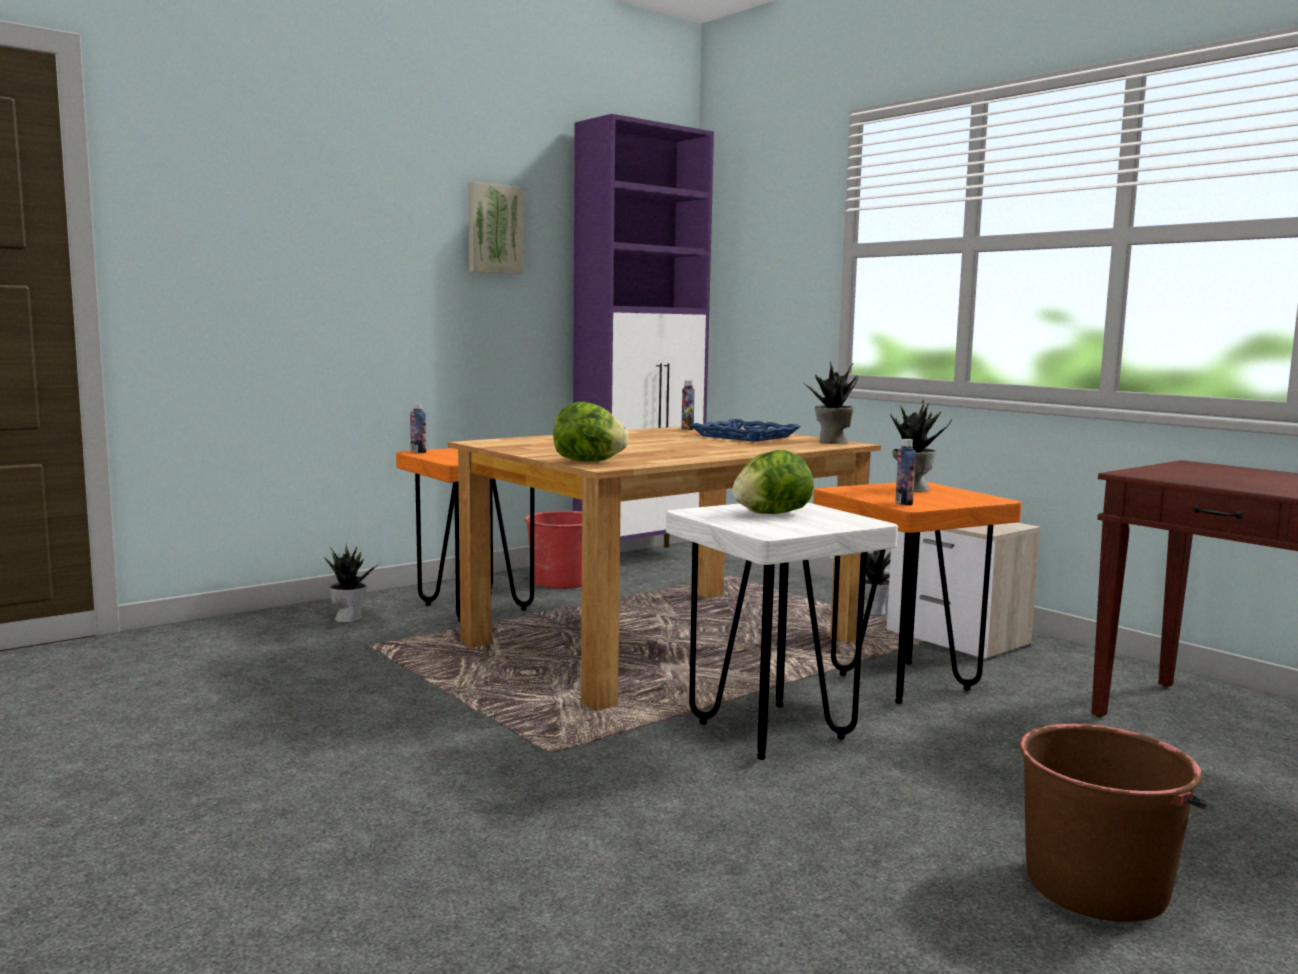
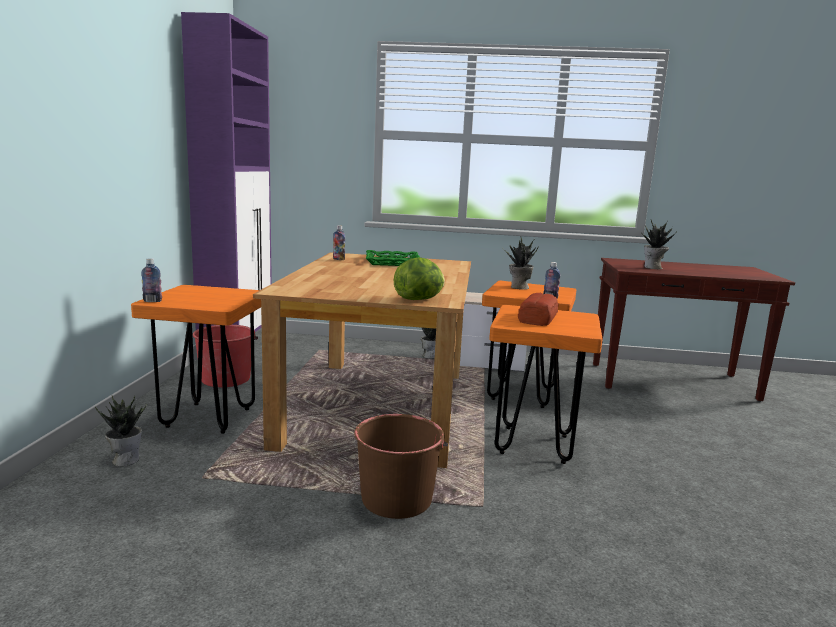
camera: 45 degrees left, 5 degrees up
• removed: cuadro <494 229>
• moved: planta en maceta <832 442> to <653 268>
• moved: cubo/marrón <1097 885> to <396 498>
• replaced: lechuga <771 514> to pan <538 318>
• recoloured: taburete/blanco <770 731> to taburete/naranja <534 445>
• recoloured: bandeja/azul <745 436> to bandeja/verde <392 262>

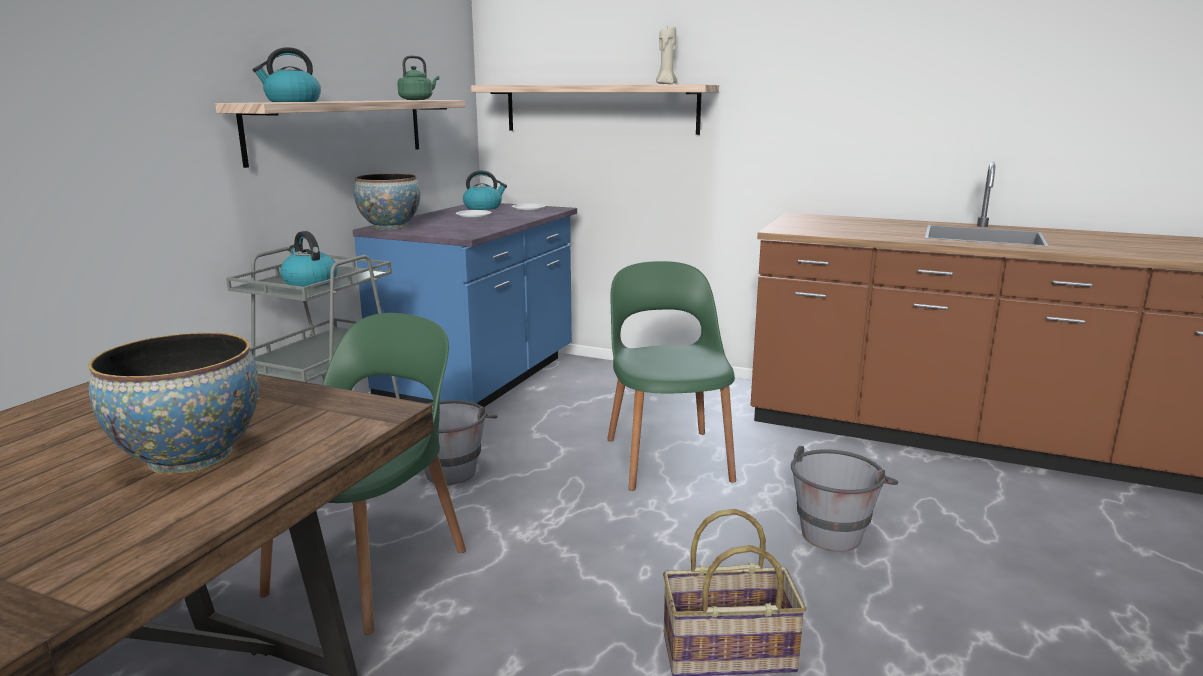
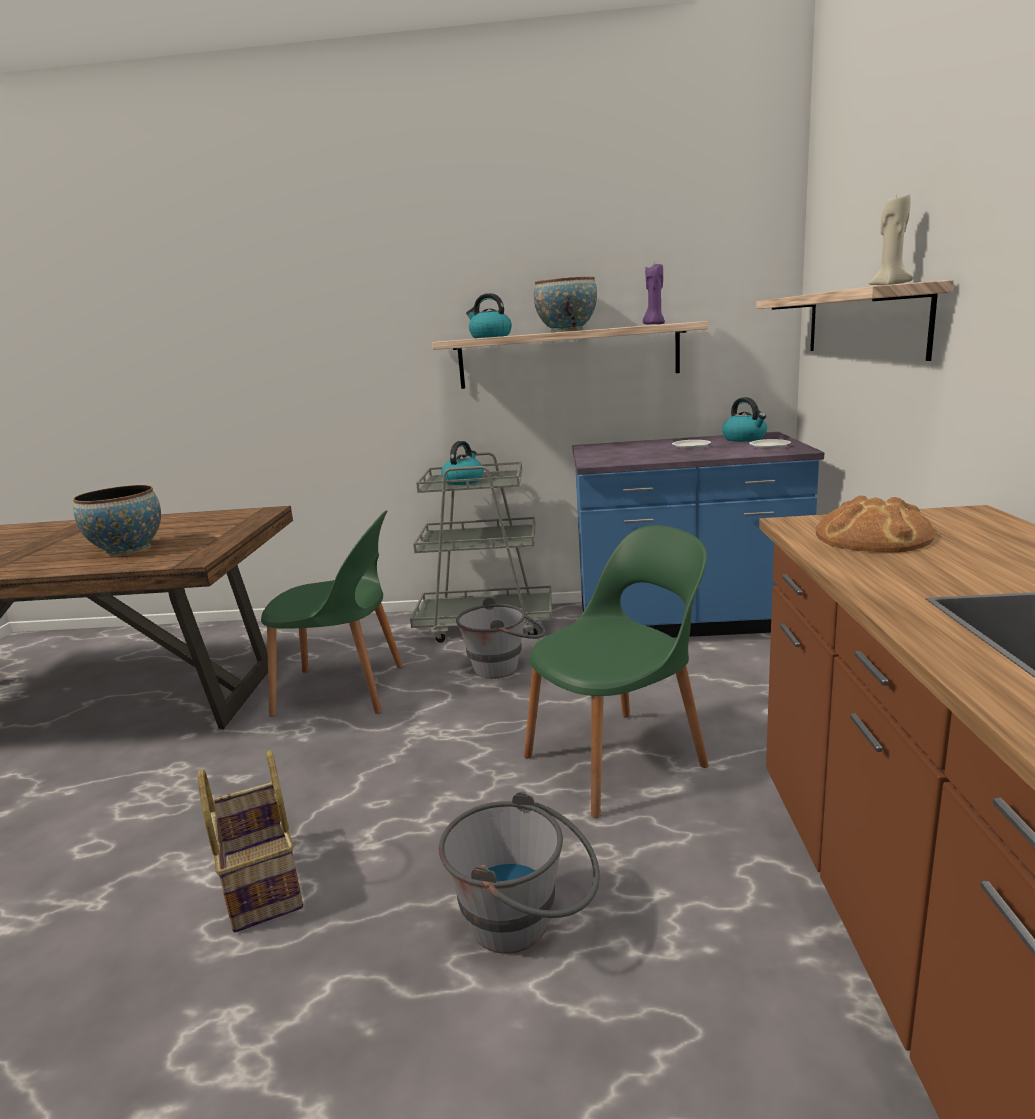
camera: 70 degrees right, 0 degrees up
• added: pan <873 537>
• moved: cuenco <390 227> to <567 331>
• replaced: hervidor/verde <417 100> to vela/morado <654 324>

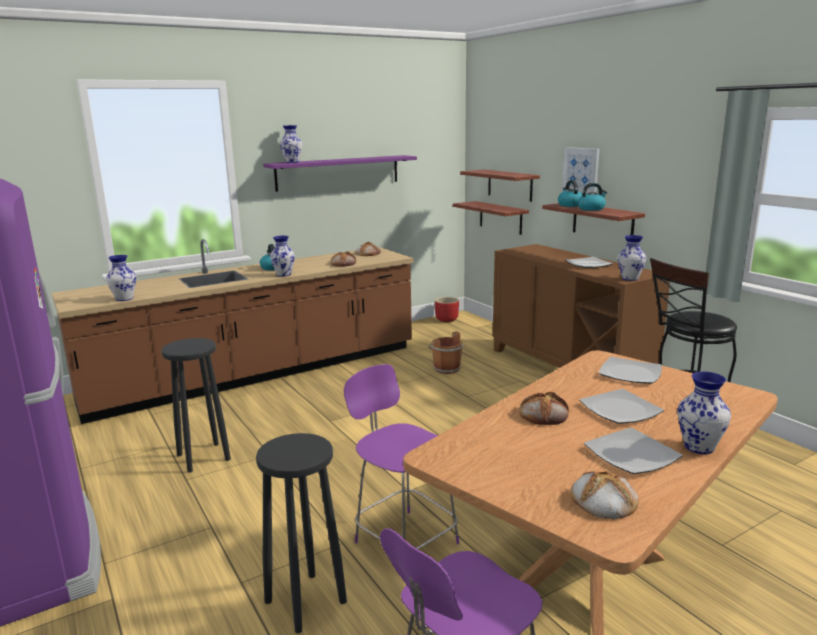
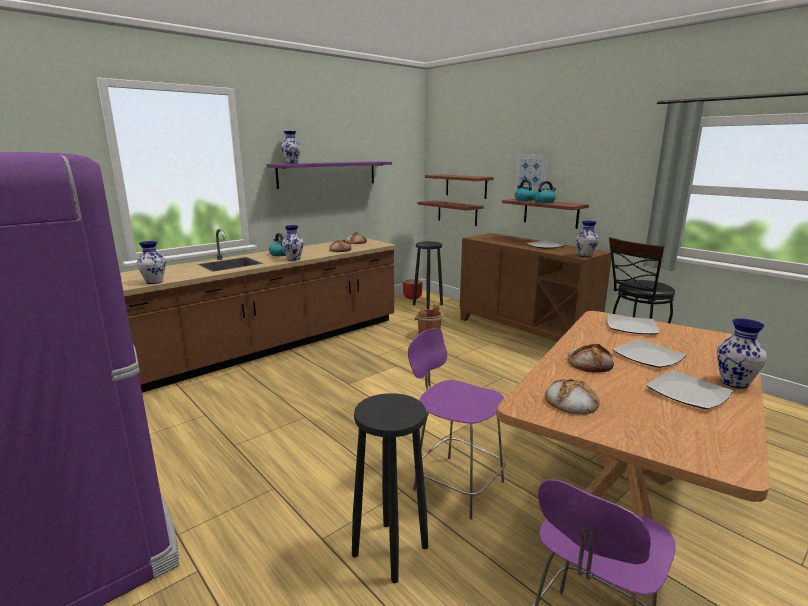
camera: 10 degrees left, 0 degrees up
• moved: taburete/negro <203 457> to <428 305>
• moved: pan <603 500> to <571 402>

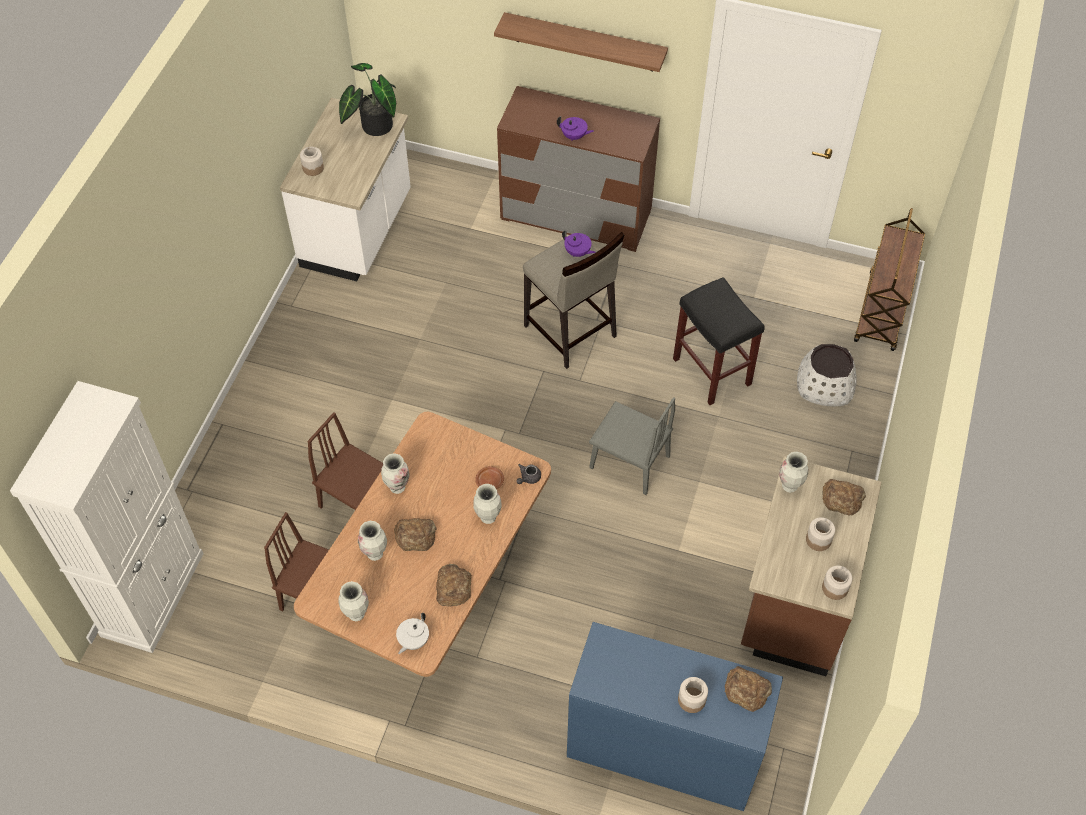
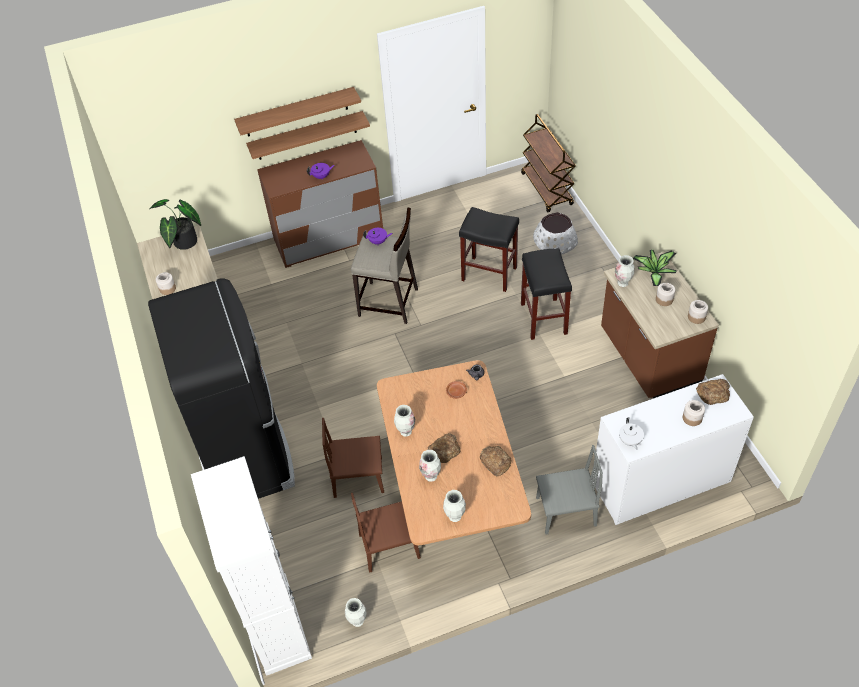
camera: 35 degrees left, 5 degrees down
• added: nevera/negro <247 454>
• added: estante <306 136>
• added: taburete/negro <544 319>
• moved: tetera/blanco <413 640> to <630 441>
• moved: florero <488 517> to <357 621>
• moved: silla/gris <629 462> to <565 511>
• replaced: pan <842 498> to planta en maceta <654 272>
• recoloured: cómoda/azul <663 750> to cómoda/blanco <660 483>

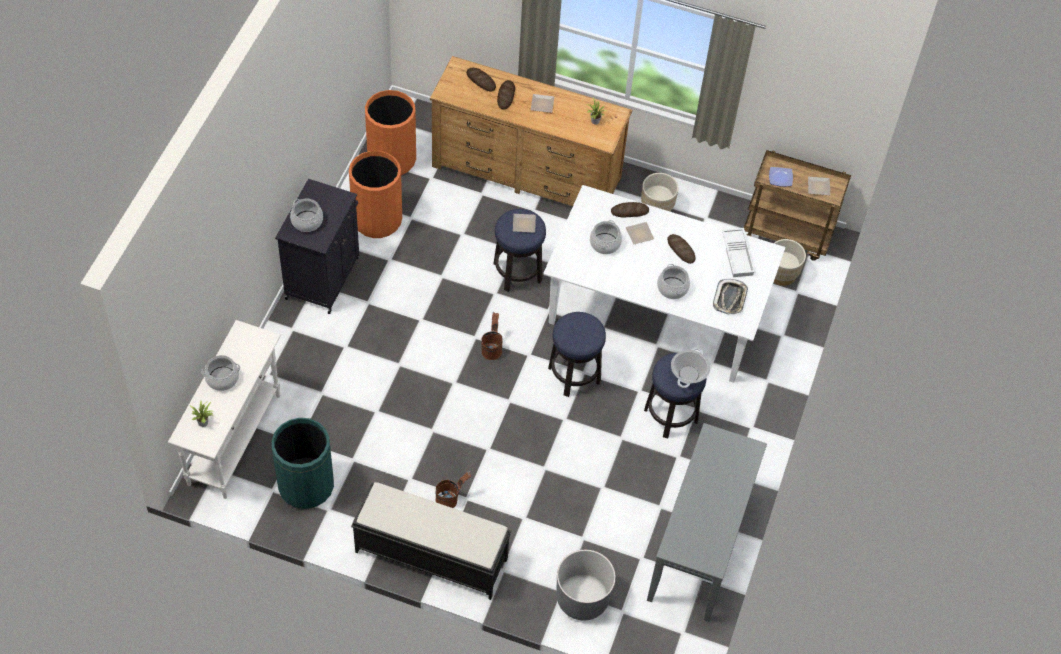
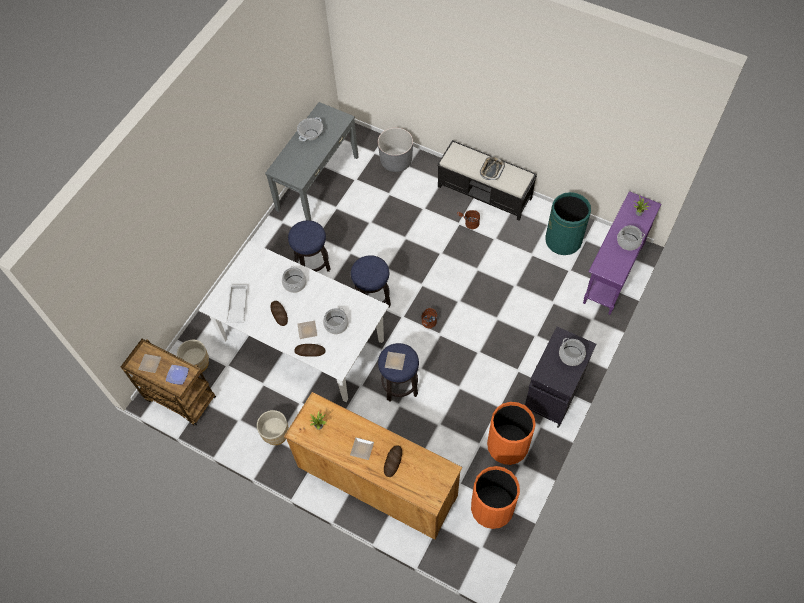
camera: 165 degrees left, 5 degrees up
• removed: pan <481 81>
• moved: olla <688 374> to <311 134>
• moved: bandeja <730 298> to <491 170>
• recoloured: mesa consola/blanco <235 439> to mesa consola/morado <612 275>

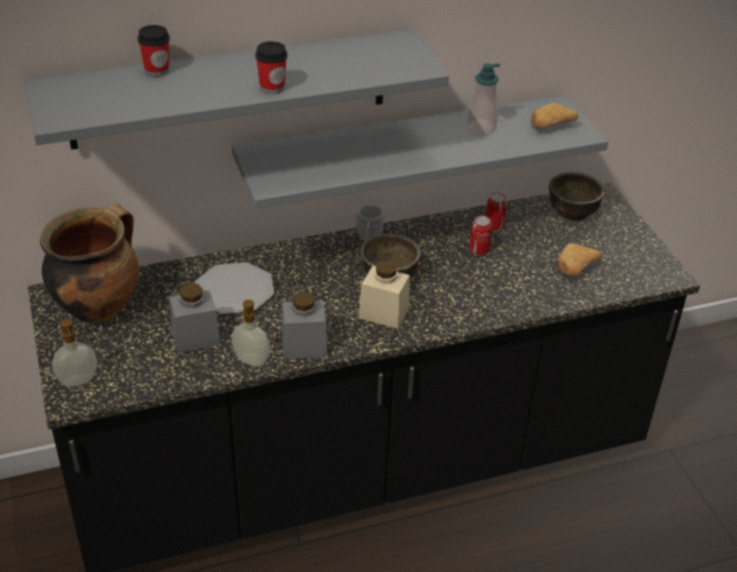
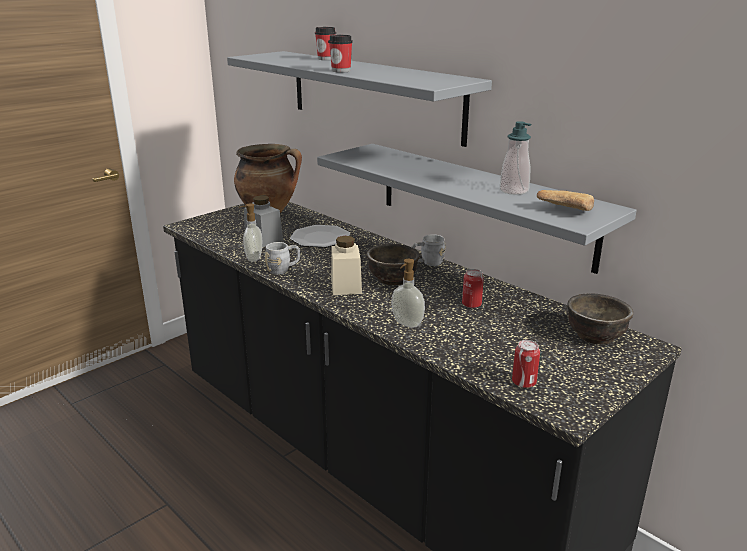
camera: 65 degrees right, 15 degrees down
• removed: pan <573 269>
• moved: dispensador de jabón <78 381> to <406 324>
• moved: lata <494 226> to <524 382>
• replaced: tarro/gris <304 345> to taza grande/gris <283 269>

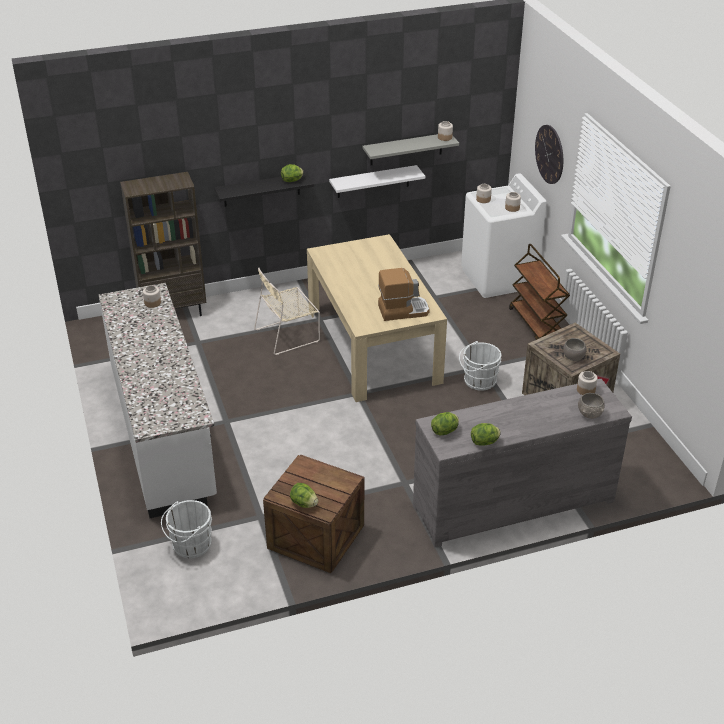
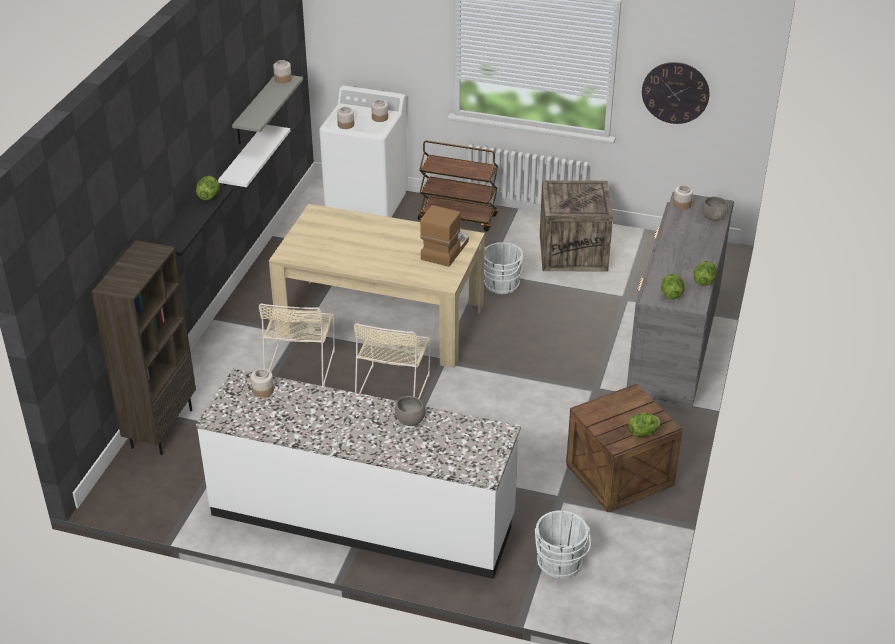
camera: 55 degrees left, 0 degrees up
• added: silla/beis <393 386>
• moved: reloj de pared <549 154> to <675 92>
• moved: cuenco/gris <573 356> to <409 420>

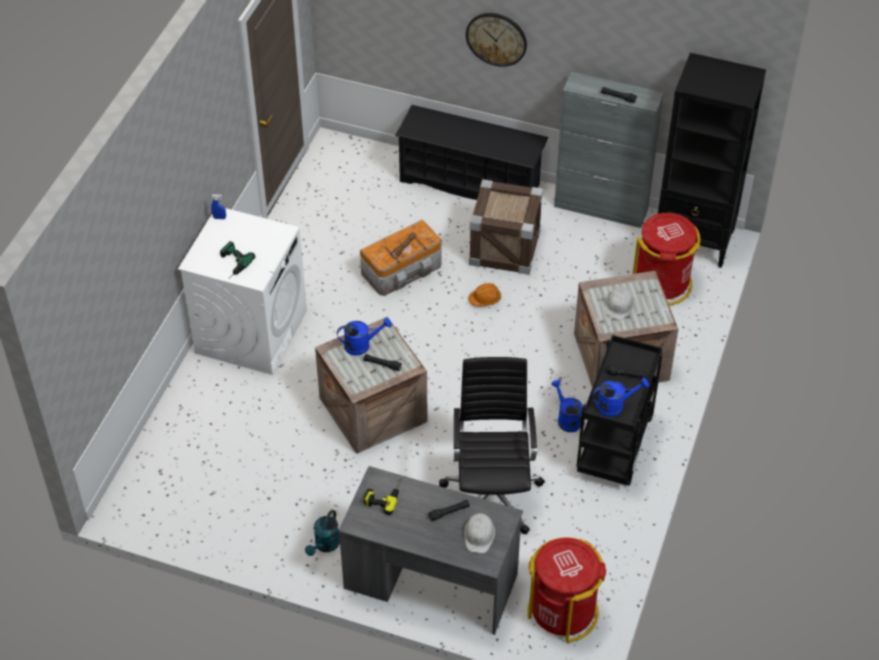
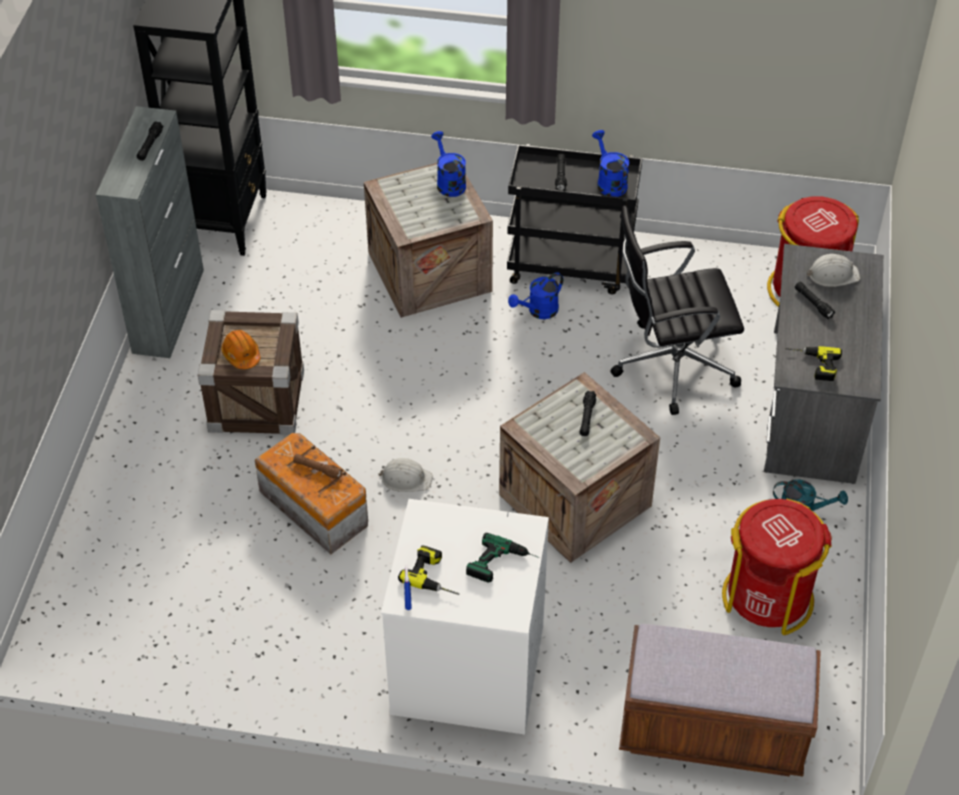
camera: 100 degrees left, 0 degrees up
• removed: zapatero/negro <470 183>
• removed: reloj de pared <496 39>
• added: taladro <435 575>
• added: banco/marrón <712 731>
• moved: regadera/azul <362 345> to <449 182>
• moved: casco/naranja <485 299> to <241 355>
• moved: casco/blanco <619 305> to <406 478>
• moved: papelera/rojo <662 284> to <768 597>

